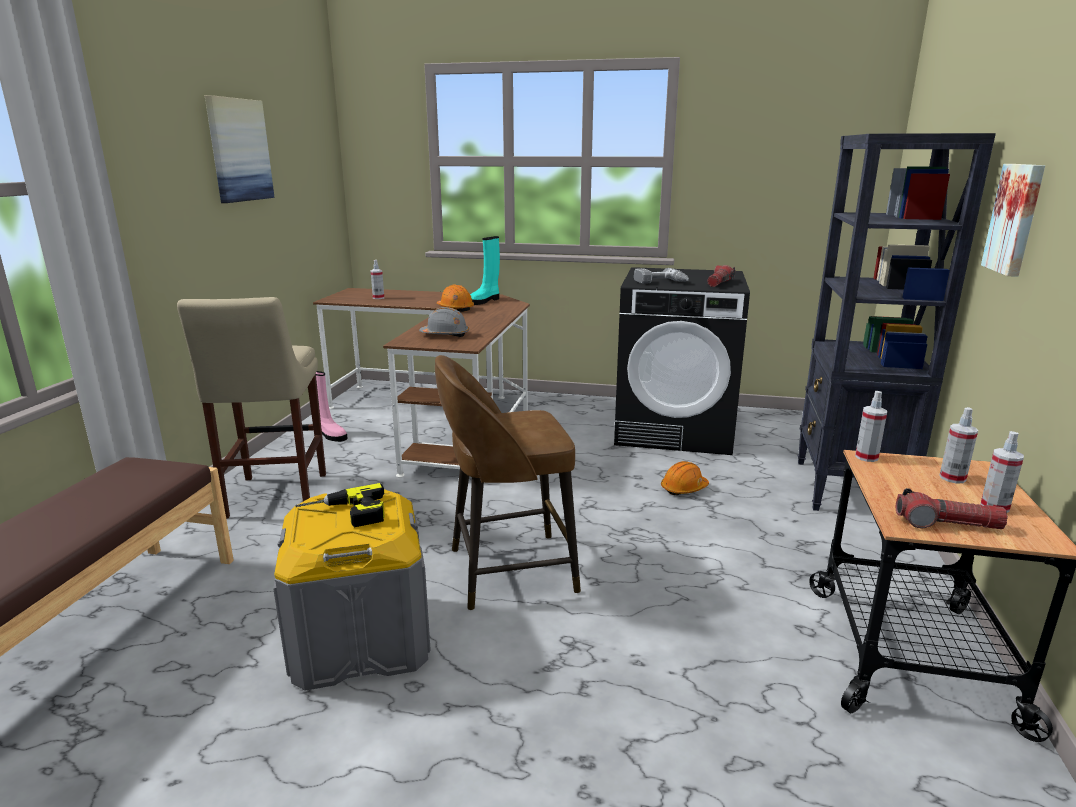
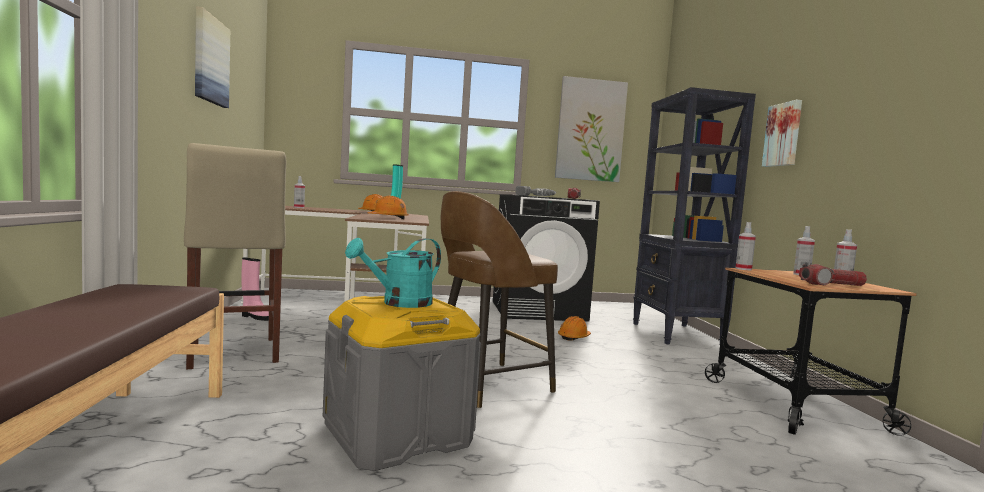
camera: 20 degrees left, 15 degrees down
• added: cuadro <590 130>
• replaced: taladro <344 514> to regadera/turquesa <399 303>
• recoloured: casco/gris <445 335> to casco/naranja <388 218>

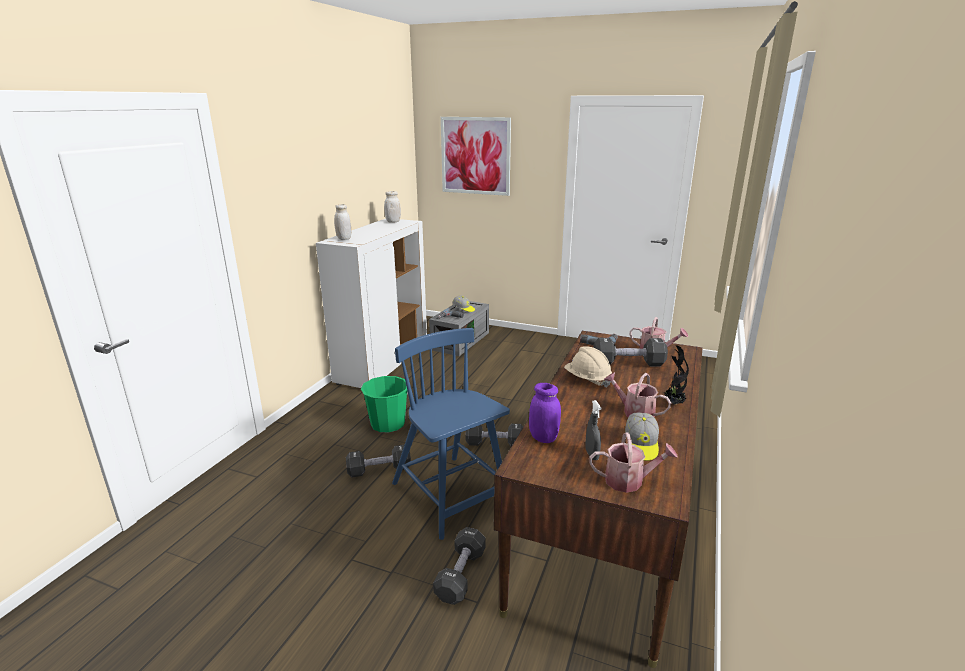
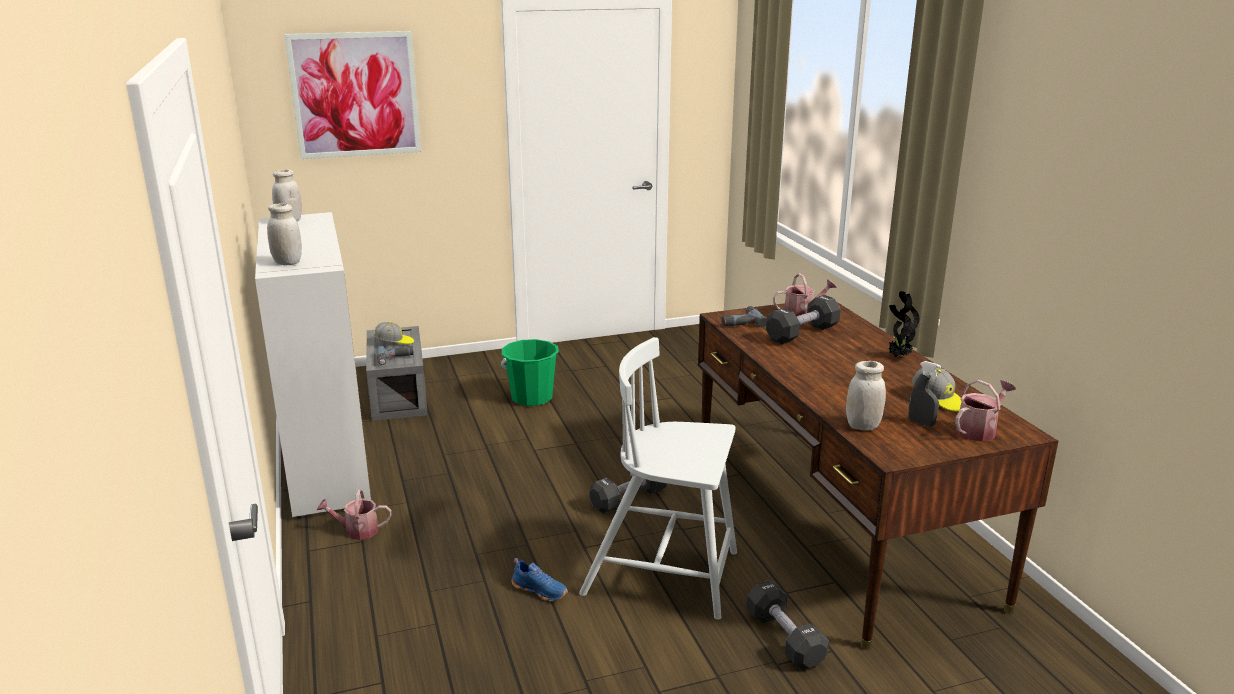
camera: 40 degrees left, 0 degrees up
• removed: casco/beis <587 379>
• moved: cubo/verde <388 424> to <531 397>
• moved: regadera <634 412> to <357 531>
• replaced: mancuerna/negro <379 470> to zapato/azul <540 590>
• recoloured: silla/azul <450 496> to silla/blanco <664 574>
• recoloured: tarro/morado <543 438> to tarro/blanco <862 426>

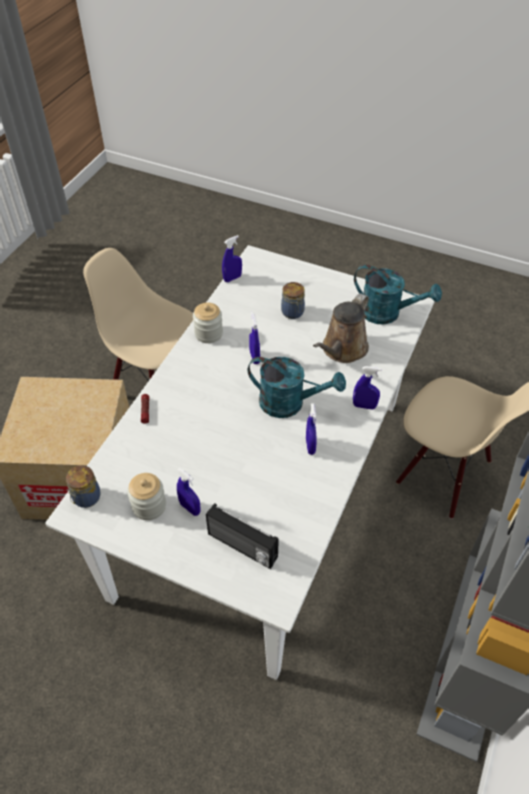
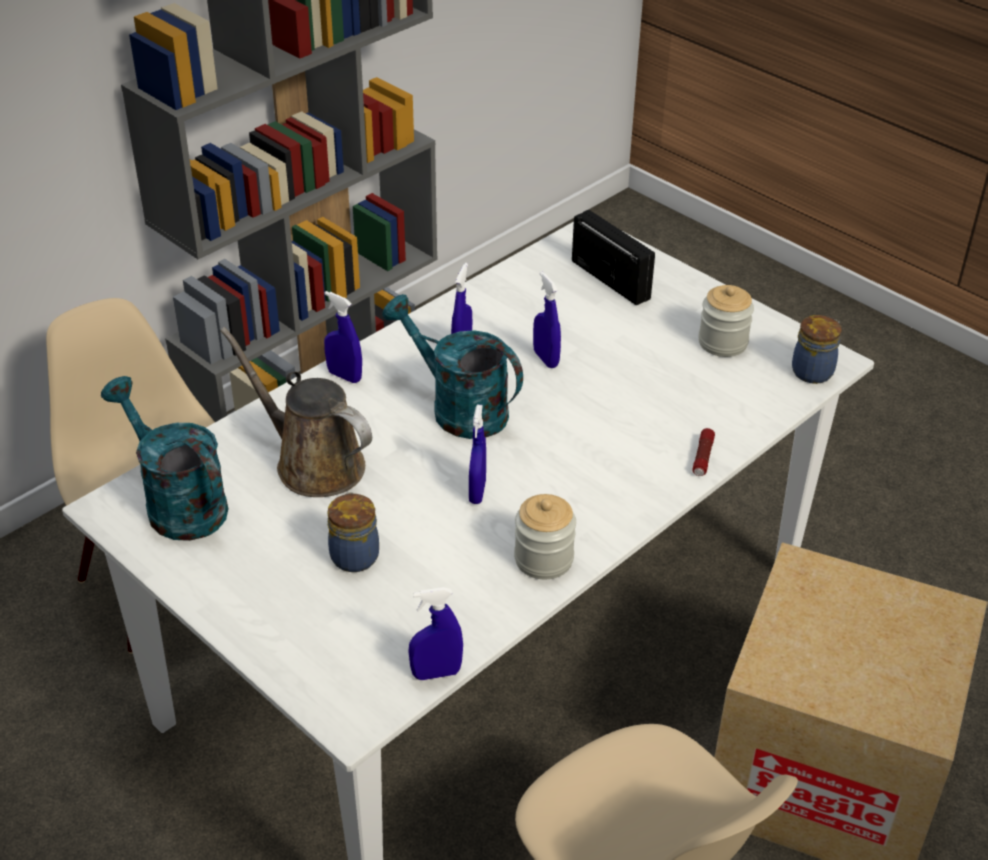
camera: 160 degrees left, 10 degrees down
• moved: pulverizador/azul <190 508> to <545 359>
• turned: regadera/marrón <342 350> = <313 463> 105 degrees counterclockwise

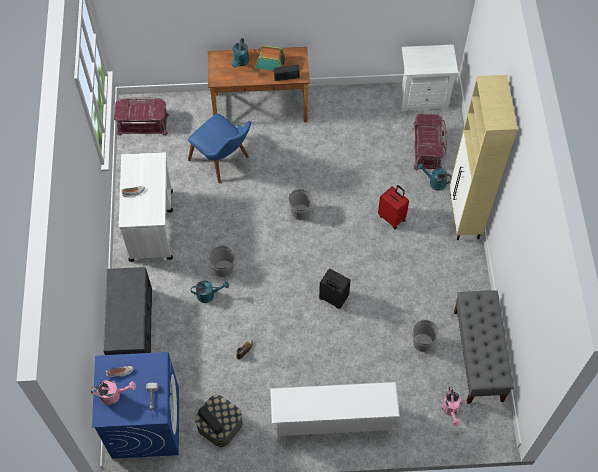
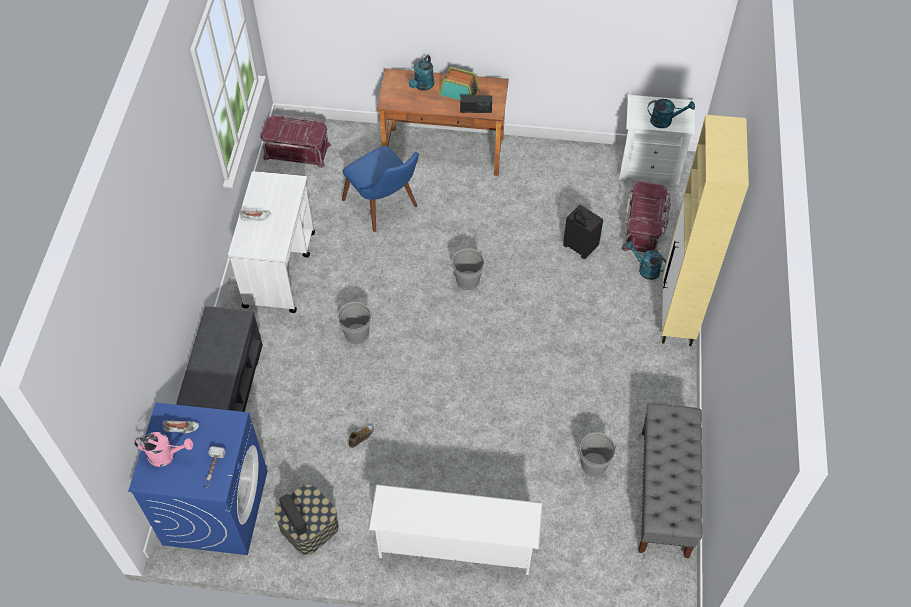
camera: 10 degrees right, 5 degrees down
• removed: maleta/rojo <392 217>
• removed: regadera/rosa <451 410>
• moved: regadera/turquesa <209 295> to <665 121>
• moved: maleta/negro <333 299> to <579 248>

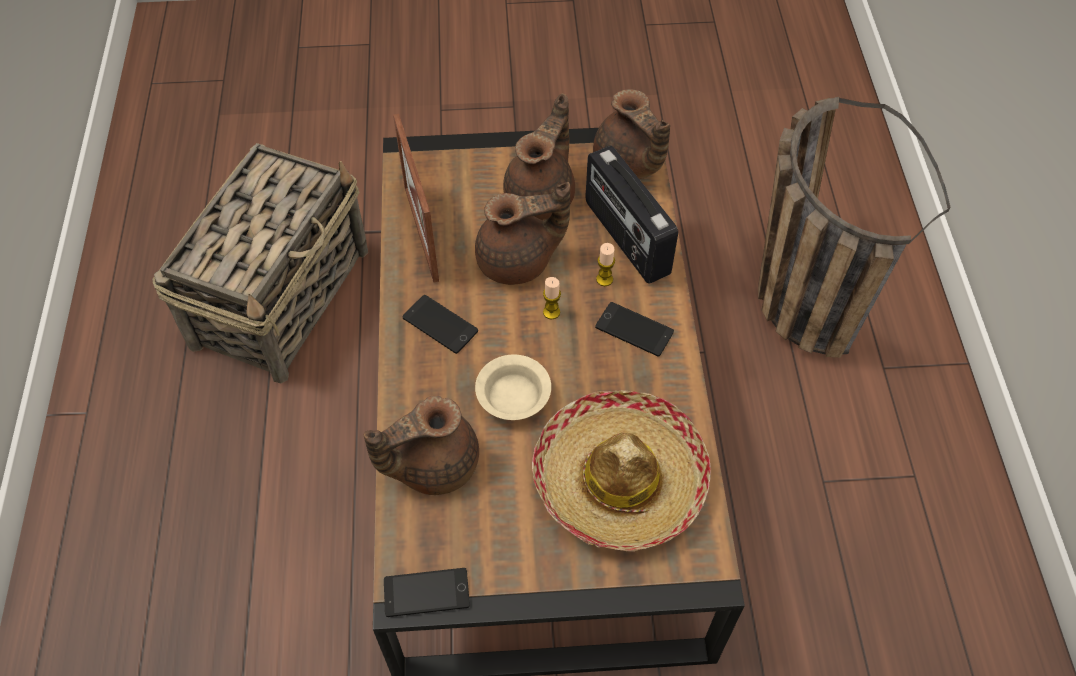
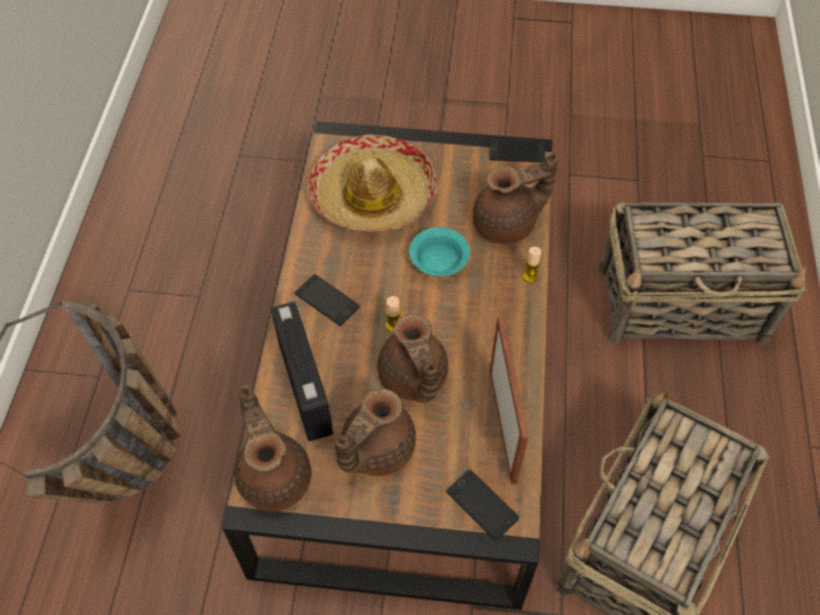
camera: 170 degrees left, 0 degrees up
• added: cesta <683 304>
• moved: móvil <440 324> to <482 505>
• moved: vela <604 279> to <530 277>
• recoloured: cuenco/beis <512 398> to cuenco/turquesa <440 261>
• turned: tetera/marrón <518 261> = <413 379> 105 degrees counterclockwise

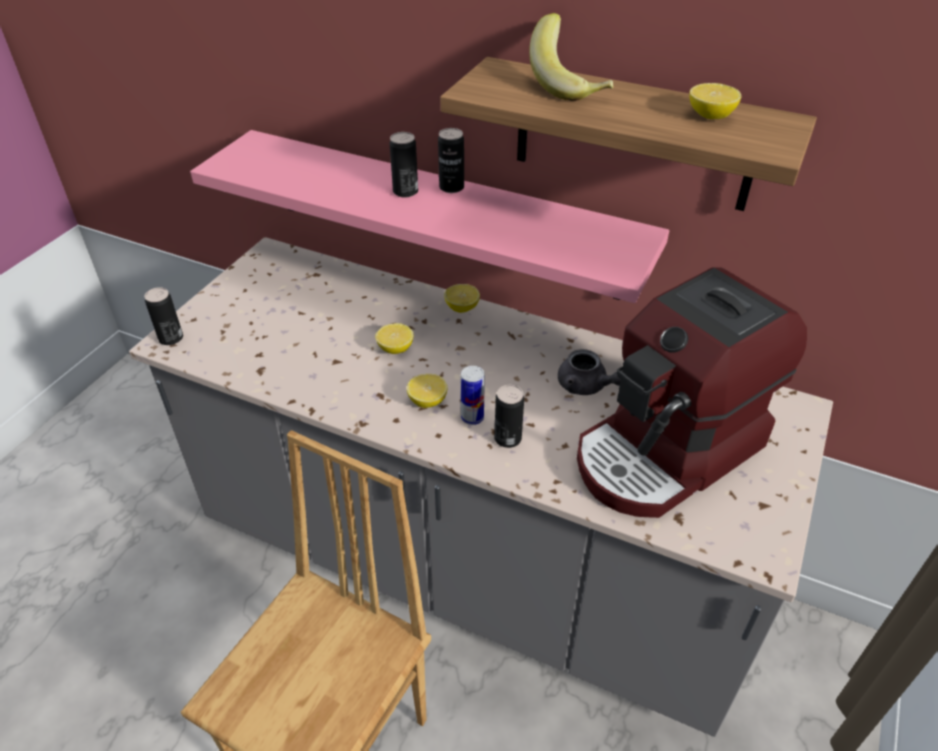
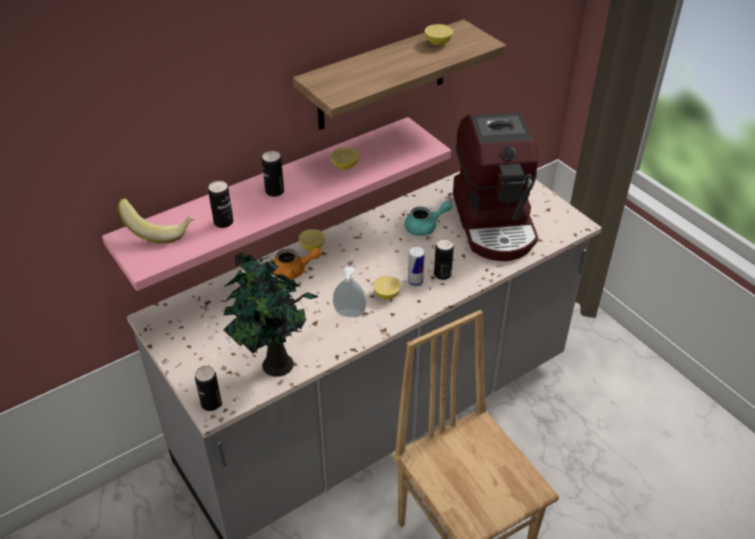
camera: 60 degrees left, 0 degrees up
• added: planta en maceta <275 365>
• added: tetera/naranja <294 271>
• added: dispensador de jabón <349 315>
• moved: limón <395 348> to <345 166>
• moved: lata <451 187> to <223 222>
• moved: plátano <570 85> to <159 231>
• recoloured: tetera/gris <587 386> to tetera/turquesa <425 227>

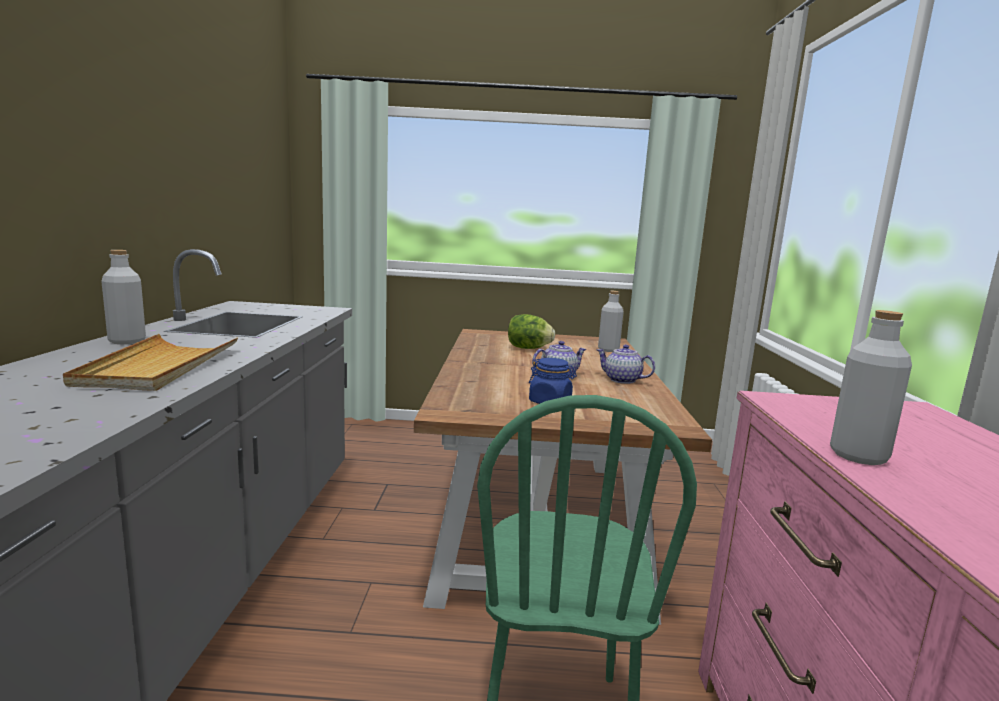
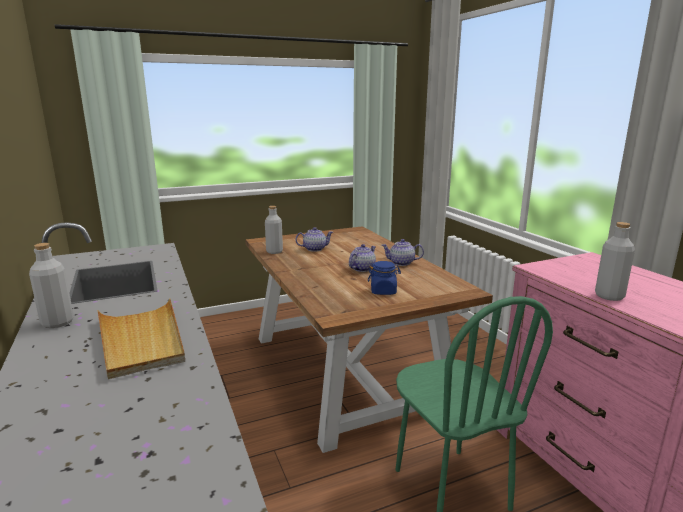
camera: 25 degrees left, 5 degrees up
• moved: botella/gris <608 350> to <274 251>
• replaced: lechuga <528 348> to tetera <315 249>

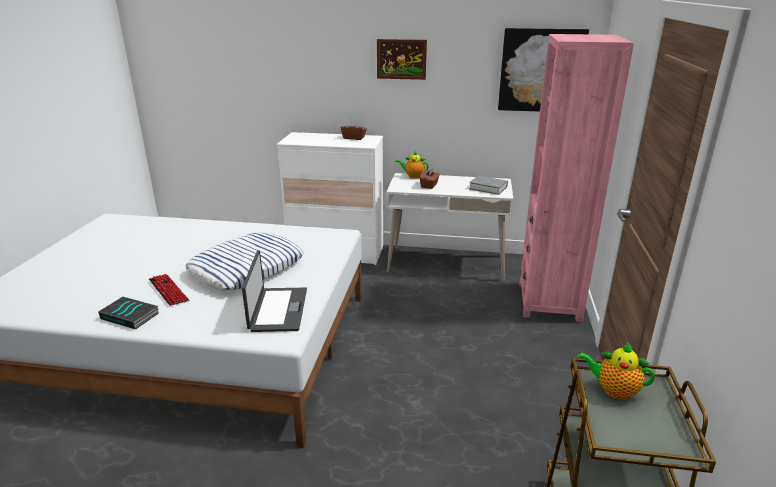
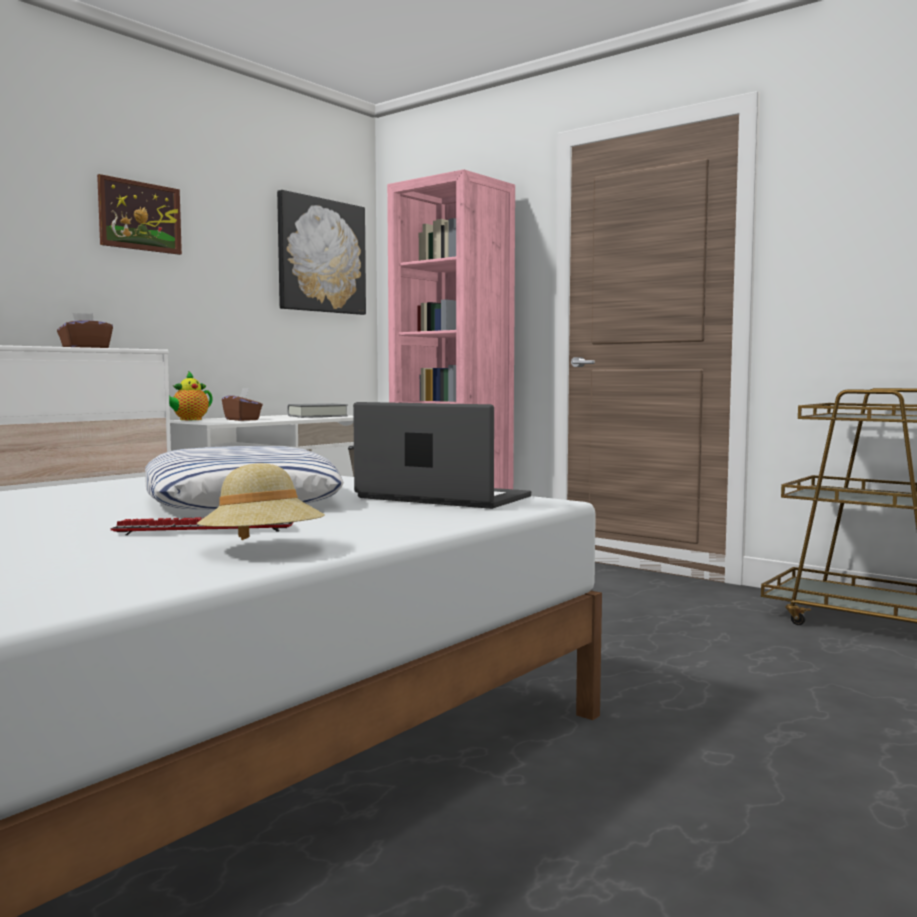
camera: 60 degrees left, 20 degrees down
• removed: tetera <613 390>
• replaced: libro <131 316> to sombrero/beis <262 550>

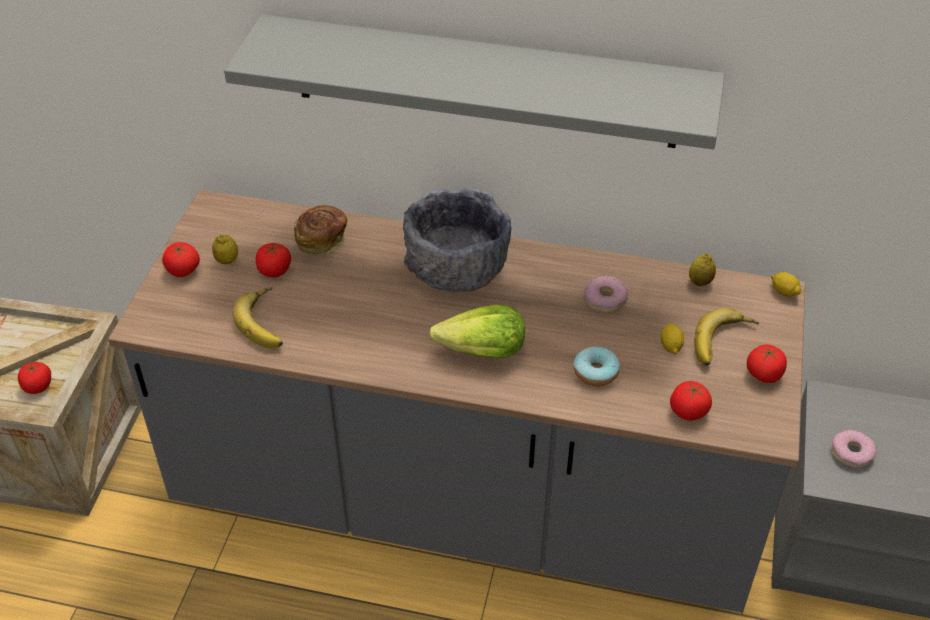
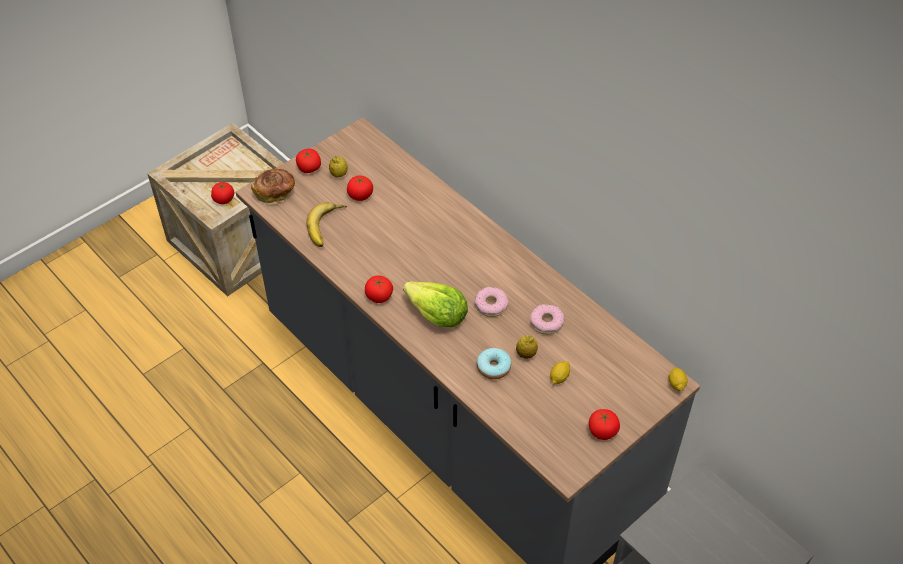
camera: 35 degrees right, 5 degrees up
• removed: estante/gris <484 82>
• removed: cuenco/gris <456 267>
• removed: plátano <723 343>
• moved: pan <322 239> to <275 193>
• moved: tomate <688 411> to <379 296>
• moved: limón <700 282> to <526 354>
• moved: rosquilla <852 453> to <491 305>

